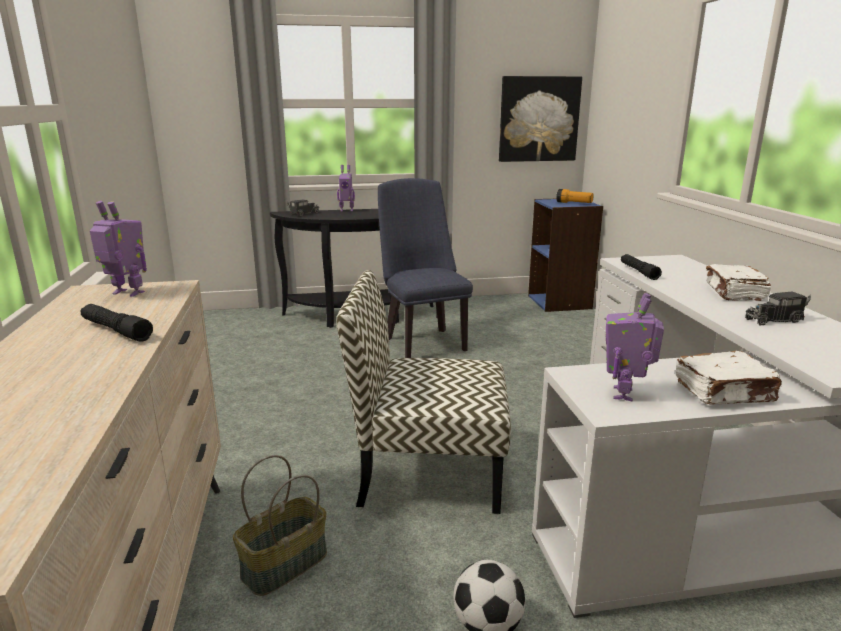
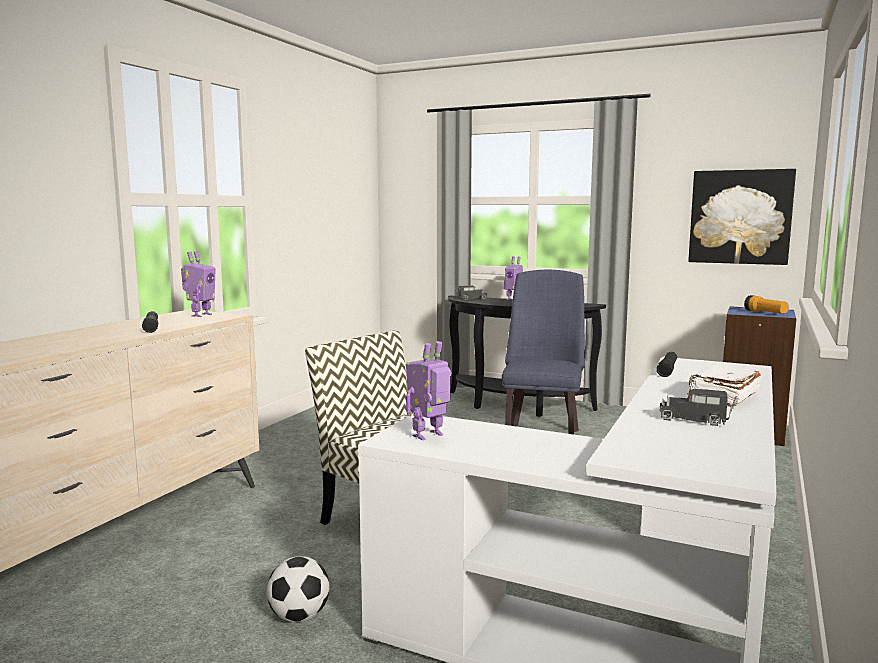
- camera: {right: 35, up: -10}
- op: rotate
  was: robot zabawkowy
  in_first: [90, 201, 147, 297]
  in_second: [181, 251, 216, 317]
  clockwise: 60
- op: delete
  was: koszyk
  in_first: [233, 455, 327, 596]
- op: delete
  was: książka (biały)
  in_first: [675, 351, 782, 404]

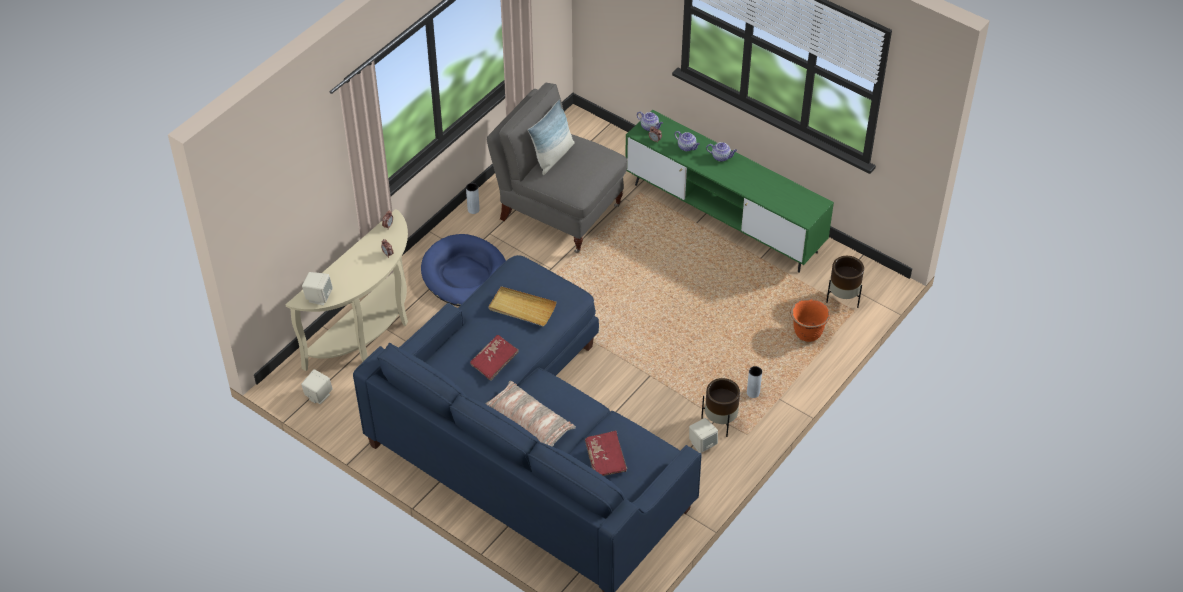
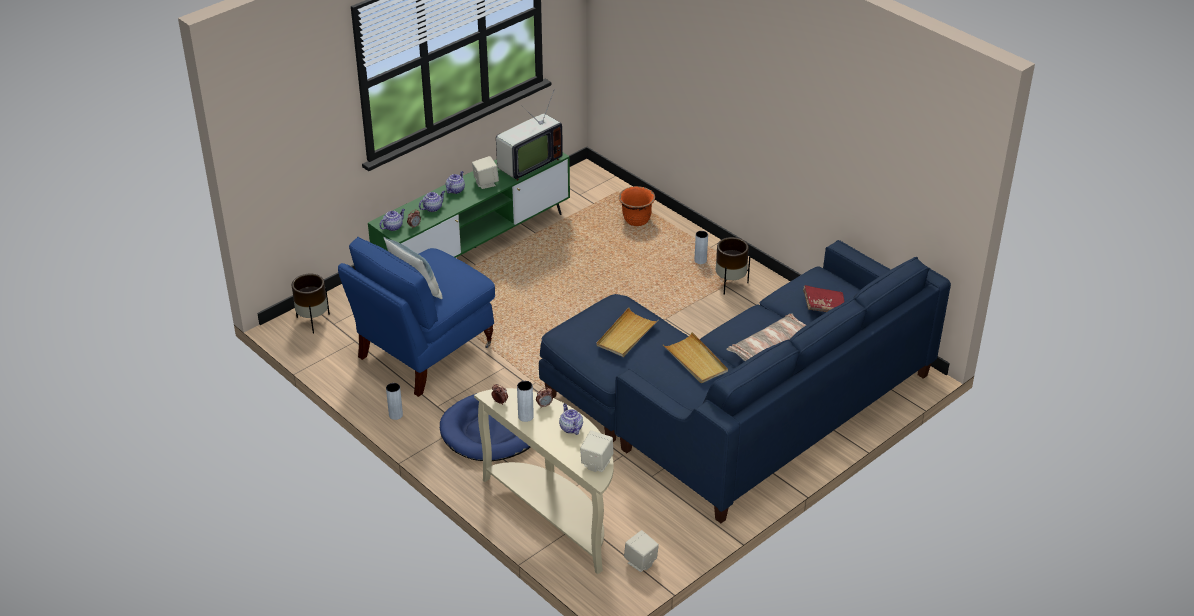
- camera: {right: -80, up: -10}
- op: move
  was: donica (brązowy)
  in_first: [826, 256, 864, 308]
  in_second: [292, 274, 330, 334]
- op: recolor
  was: fotel (szary)
  now: fotel (niebieski)
  in_first: [487, 83, 627, 253]
  in_second: [338, 237, 495, 397]
- op: move
  was: głośnik (beżowy)
  in_first: [689, 418, 718, 453]
  in_second: [472, 156, 499, 189]
- op: insert
  now: telewizor
  in_second: [496, 89, 563, 181]
- op: insert
  now: wazon (szary)
  in_second: [517, 381, 534, 422]
- op: insert
  now: imbryk
  in_second: [559, 403, 583, 435]
- op: replace
  was: książka (czerwony)
  now: taca (beżowy)
  in_first: [470, 335, 519, 381]
  in_second: [662, 332, 728, 383]

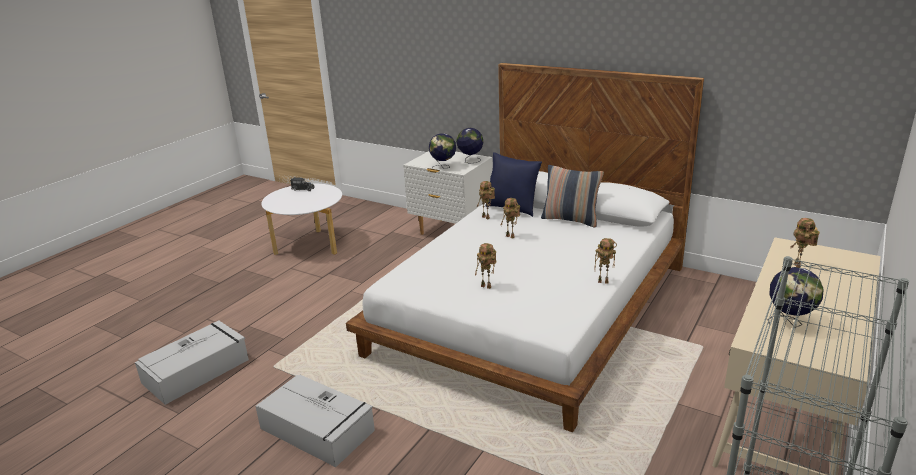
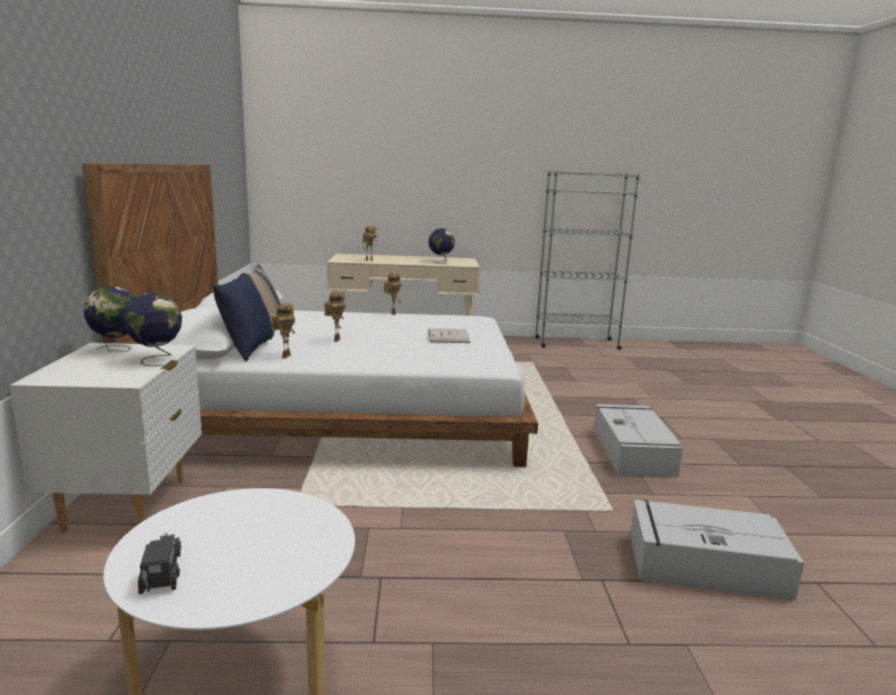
- camera: {right: -125, up: -10}
- op: replace
  was: robot zabawkowy
  now: książka (biały)
  in_first: [475, 243, 496, 289]
  in_second: [428, 328, 470, 343]

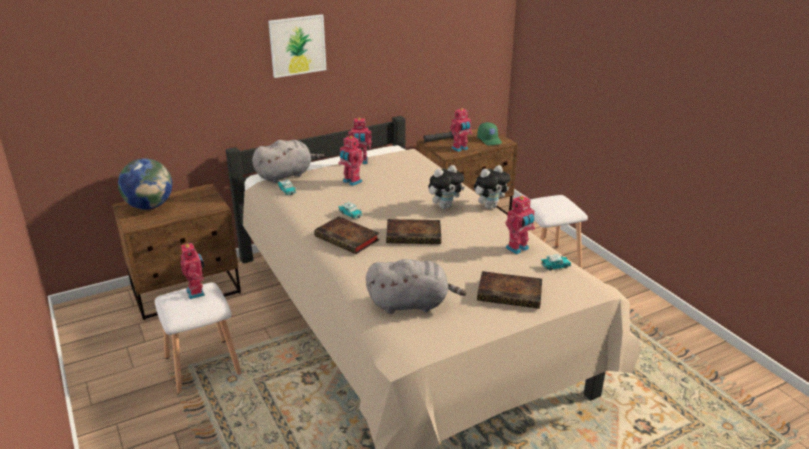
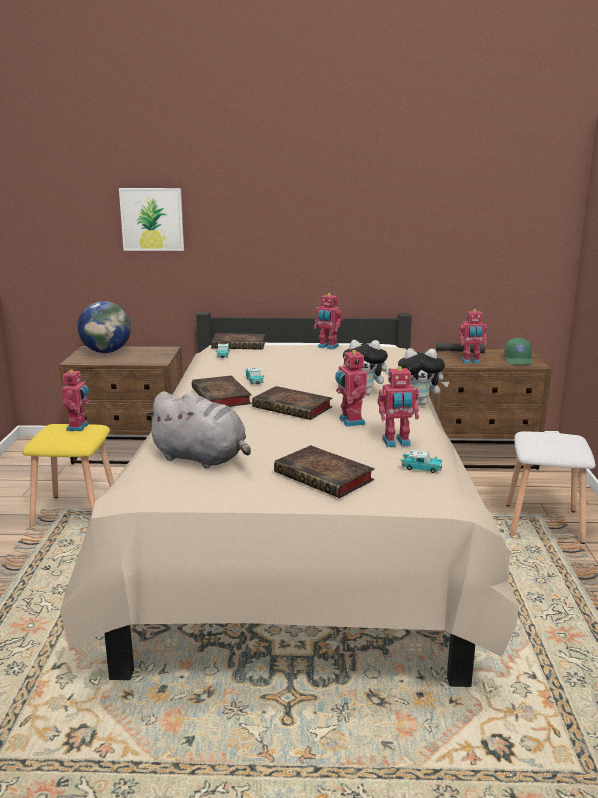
- camera: {right: 30, up: -10}
- op: recolor
  was: stołek (biały)
  now: stołek (żółty)
  in_first: [154, 283, 242, 395]
  in_second: [22, 424, 114, 528]
- op: move
  was: obraz
  in_first: [268, 14, 327, 78]
  in_second: [119, 188, 184, 251]
- op: replace
  was: pluszak (szary)
  now: książka
  in_first: [252, 140, 324, 183]
  in_second: [211, 333, 265, 350]
- op: move
  was: robot zabawkowy
  in_first: [338, 135, 363, 186]
  in_second: [335, 349, 367, 426]

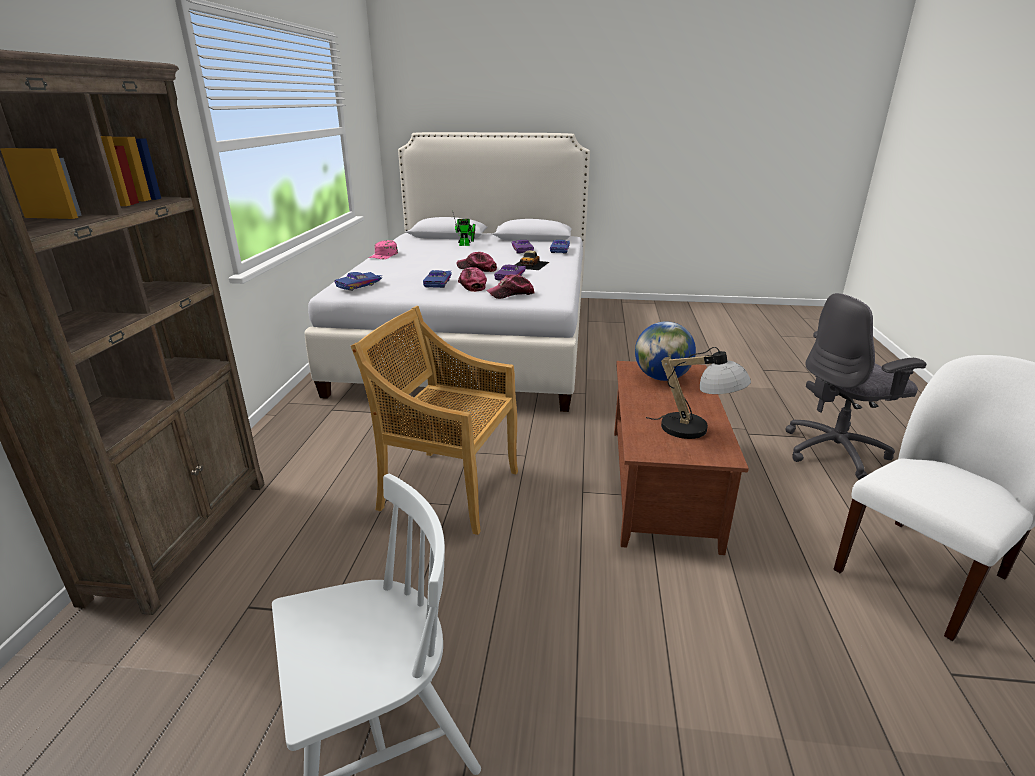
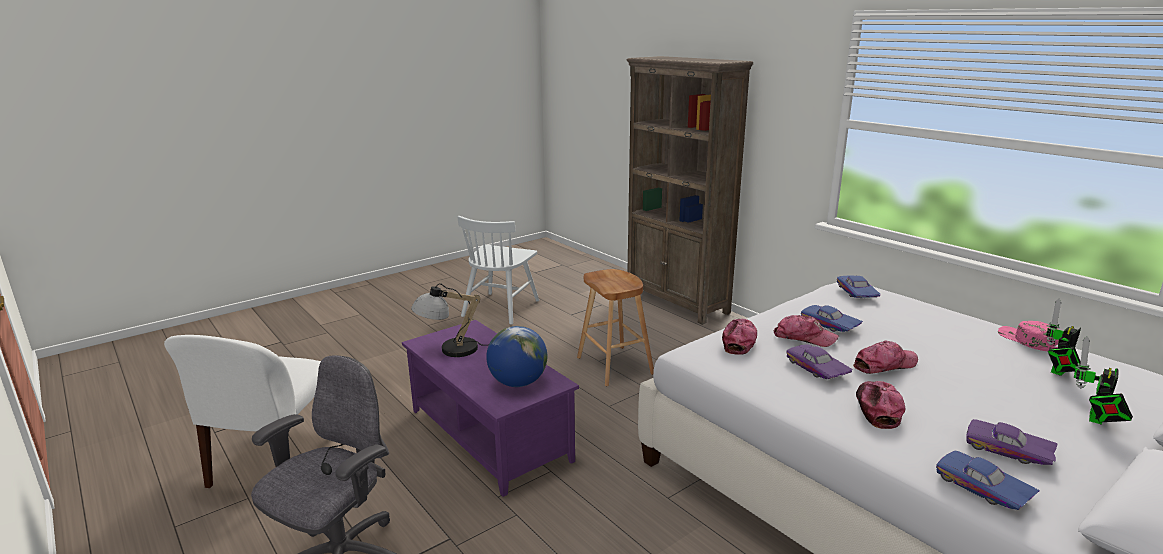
- camera: {right: 135, up: -5}
- op: recolor
  was: ława (brązowy)
  now: ława (fioletowy)
  in_first: [614, 361, 749, 555]
  in_second: [402, 320, 579, 497]
- op: replace
  was: krzesło (beżowy)
  now: stołek (brązowy)
  in_first: [351, 306, 518, 535]
  in_second: [577, 269, 654, 386]
- op: replace
  was: samochodzik
  now: czapka z daszkiem
  in_first: [515, 250, 549, 270]
  in_second: [856, 381, 905, 429]
- op: insert
  now: robot zabawkowy
  in_second: [1046, 299, 1081, 376]

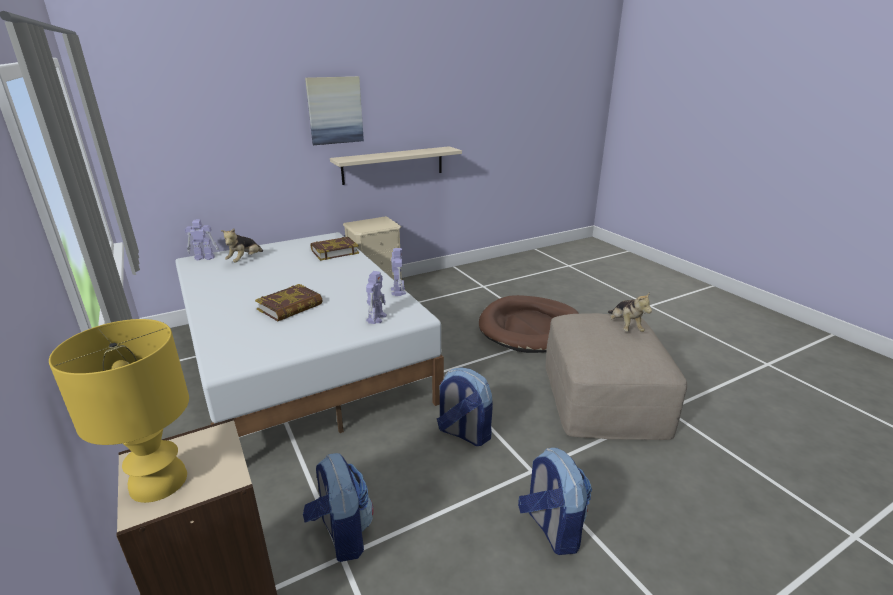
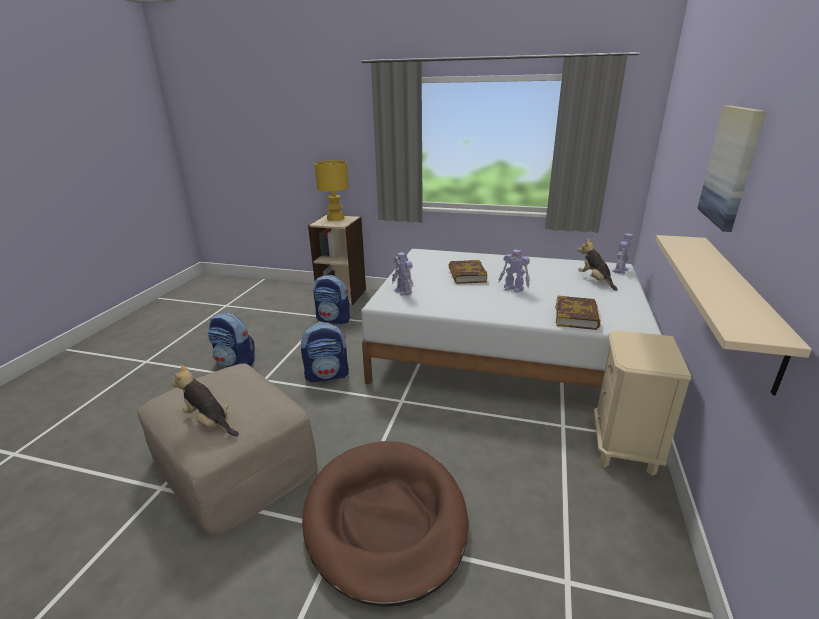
- camera: {right: 135, up: 0}
- op: move
  was: robot zabawkowy
  in_first: [391, 248, 406, 296]
  in_second: [499, 250, 530, 293]

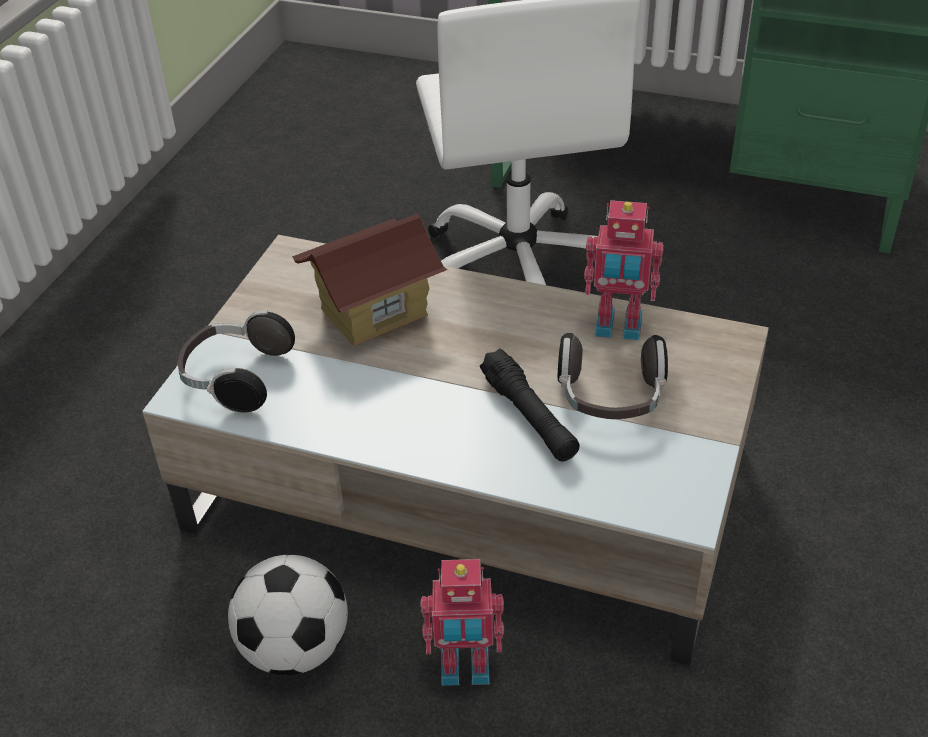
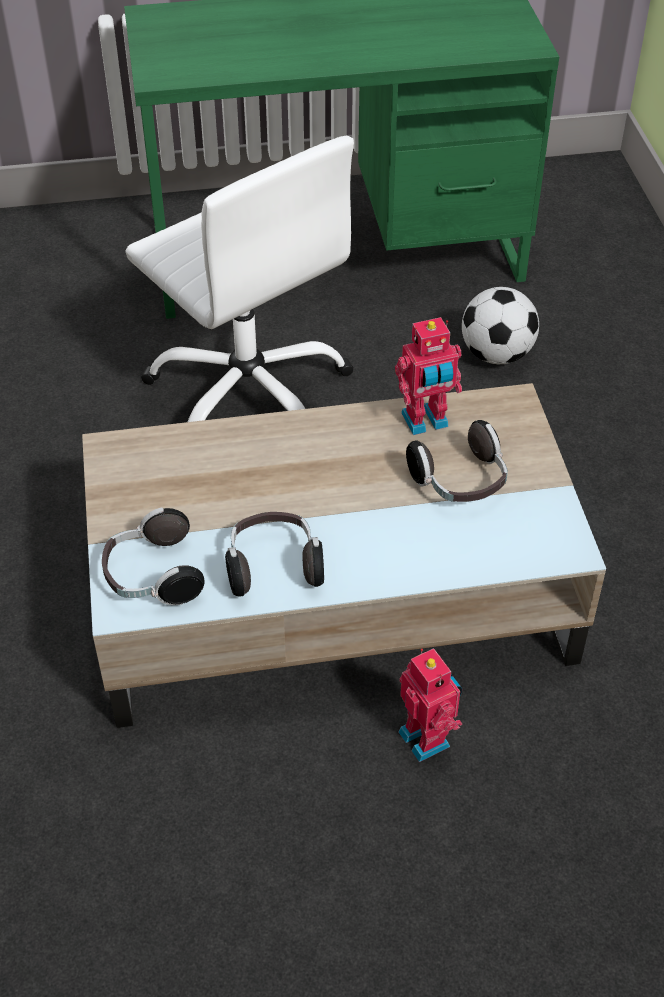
- camera: {right: -30, up: 5}
- op: insert
  now: słuchawki
  in_second: [225, 512, 324, 597]
- op: rotate
  was: robot zabawkowy
  in_first: [421, 559, 504, 686]
  in_second: [399, 648, 462, 762]
  clockwise: -90
- op: move
  was: piłka futbolowa
  in_first: [228, 554, 348, 675]
  in_second: [462, 287, 539, 364]
- op: delete
  was: domek
  in_first: [292, 214, 447, 346]
- op: delete
  was: latarka (czarny)
  in_first: [480, 348, 580, 462]

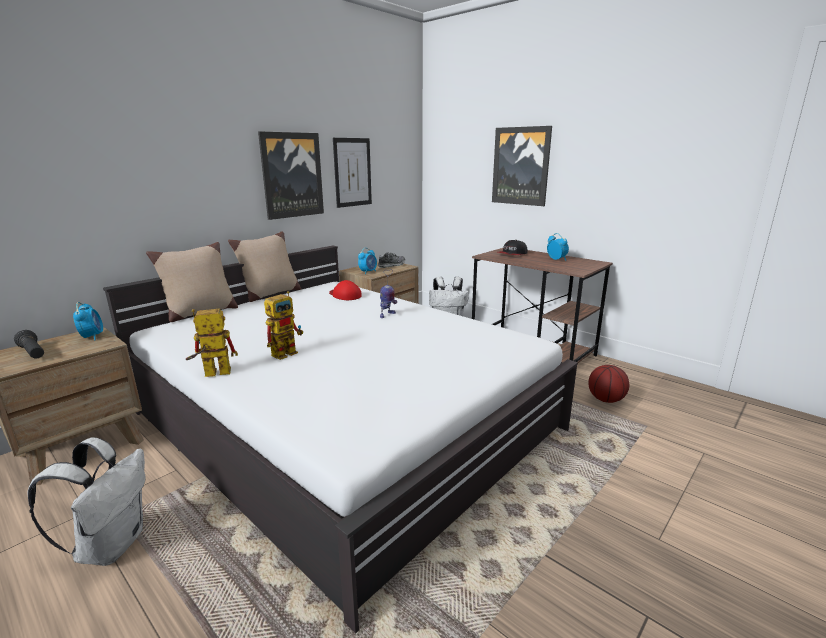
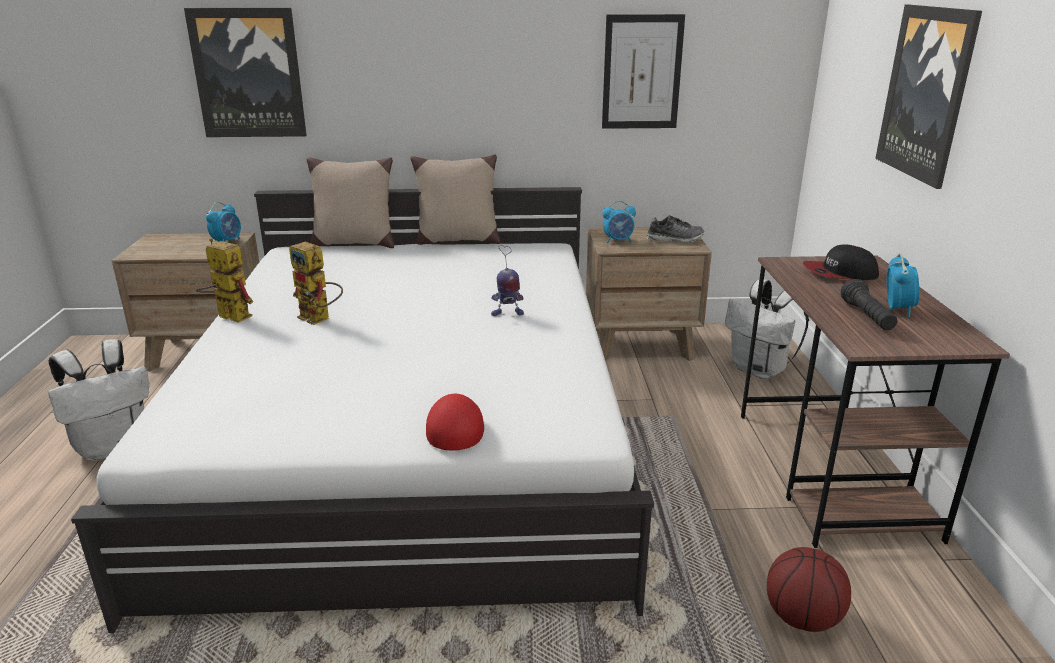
- camera: {right: 45, up: 5}
- op: move
  was: obraz
  in_first: [258, 131, 324, 220]
  in_second: [184, 8, 307, 137]
- op: rotate
  was: robot zabawkowy
  in_first: [264, 291, 303, 360]
  in_second: [289, 242, 343, 325]
  clockwise: 45
- op: move
  was: czapka z daszkiem (czerwony)
  in_first: [329, 280, 362, 300]
  in_second: [426, 394, 484, 450]
- op: move
  was: latarka (czarny)
  in_first: [14, 330, 44, 358]
  in_second: [841, 279, 897, 330]

